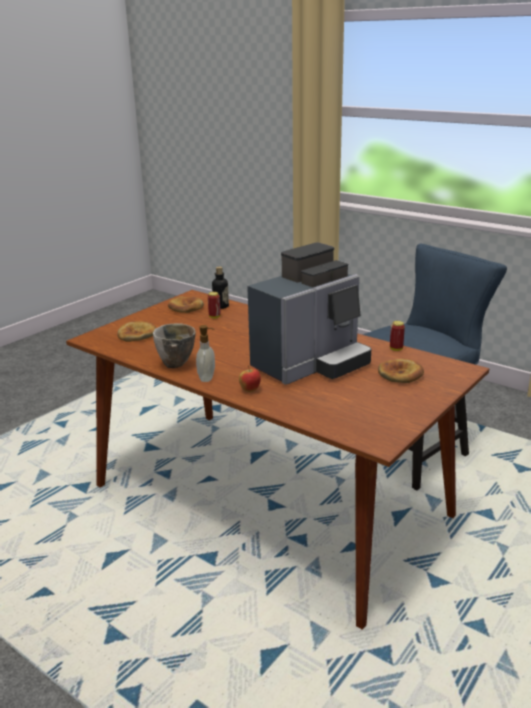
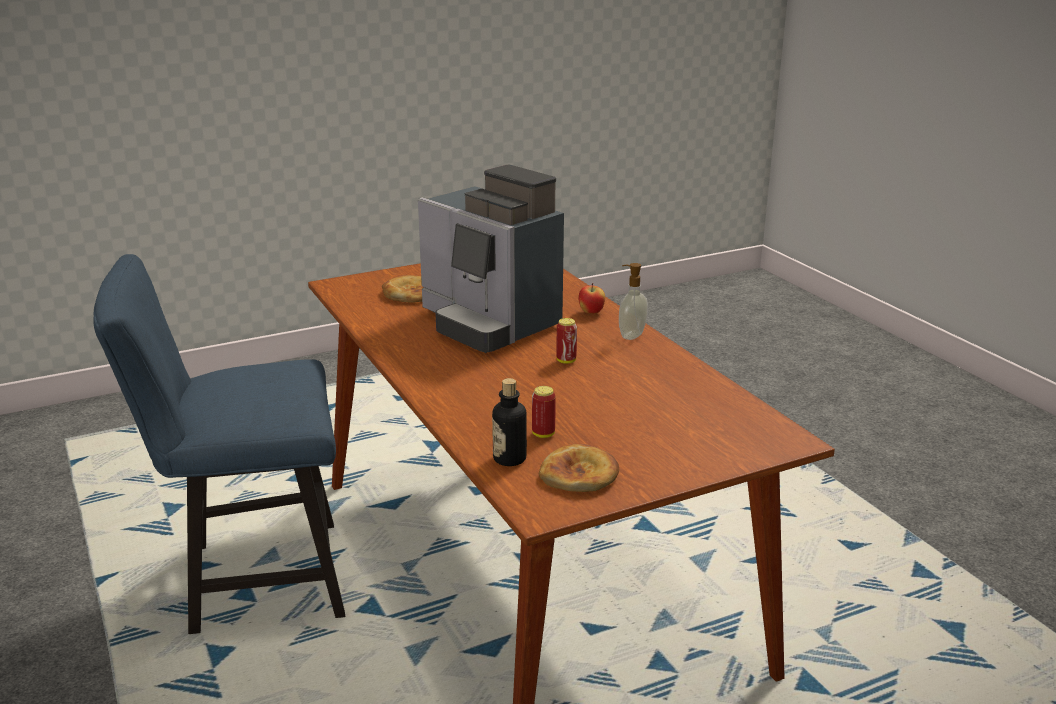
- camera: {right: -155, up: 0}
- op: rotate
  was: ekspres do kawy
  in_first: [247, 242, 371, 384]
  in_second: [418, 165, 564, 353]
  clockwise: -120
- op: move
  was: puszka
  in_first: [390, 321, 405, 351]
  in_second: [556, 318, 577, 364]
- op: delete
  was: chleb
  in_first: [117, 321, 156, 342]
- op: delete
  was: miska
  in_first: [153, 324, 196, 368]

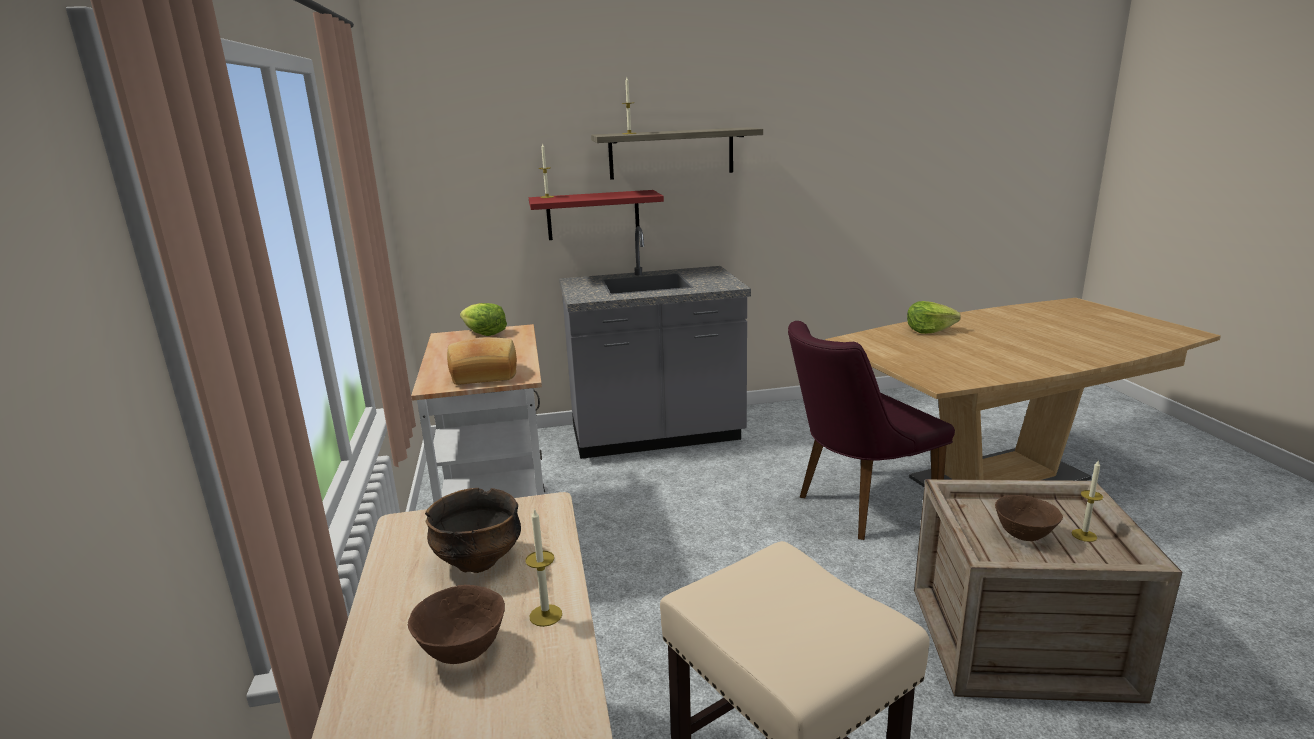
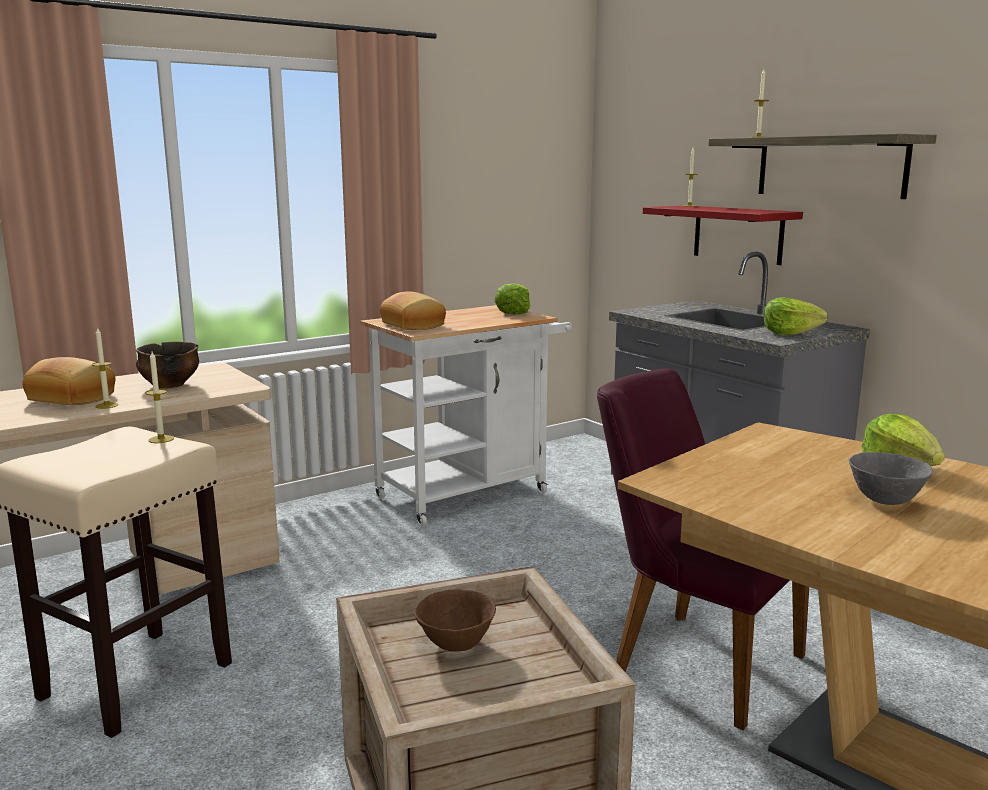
- camera: {right: 65, up: -5}
- op: replace
  was: miska (brązowy)
  now: chleb
  in_first: [408, 585, 505, 664]
  in_second: [23, 357, 115, 405]
- op: move
  was: świeca
  in_first: [1072, 460, 1103, 542]
  in_second: [145, 352, 174, 443]
- op: insert
  now: sałata
  in_second: [764, 297, 828, 335]
- op: insert
  now: miska (szary)
  in_second: [848, 452, 933, 505]

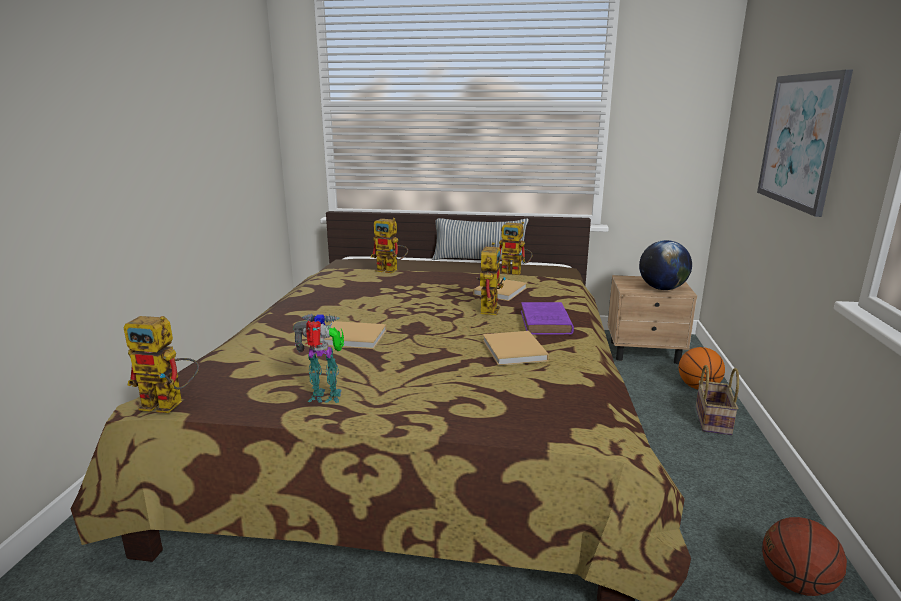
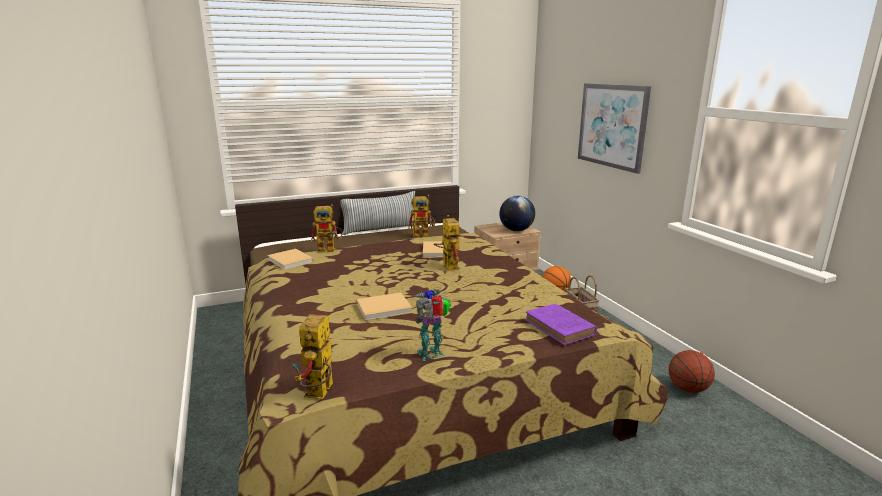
- camera: {right: -30, up: 0}
- op: move
  was: książka (beżowy)
  in_first: [483, 331, 549, 366]
  in_second: [267, 249, 314, 270]
- op: rotate
  was: robot zabawkowy
  in_first: [123, 316, 199, 413]
  in_second: [293, 314, 333, 399]
  clockwise: 120
- op: move
  was: książka (fioletowy)
  in_first: [521, 302, 574, 334]
  in_second: [525, 303, 597, 345]

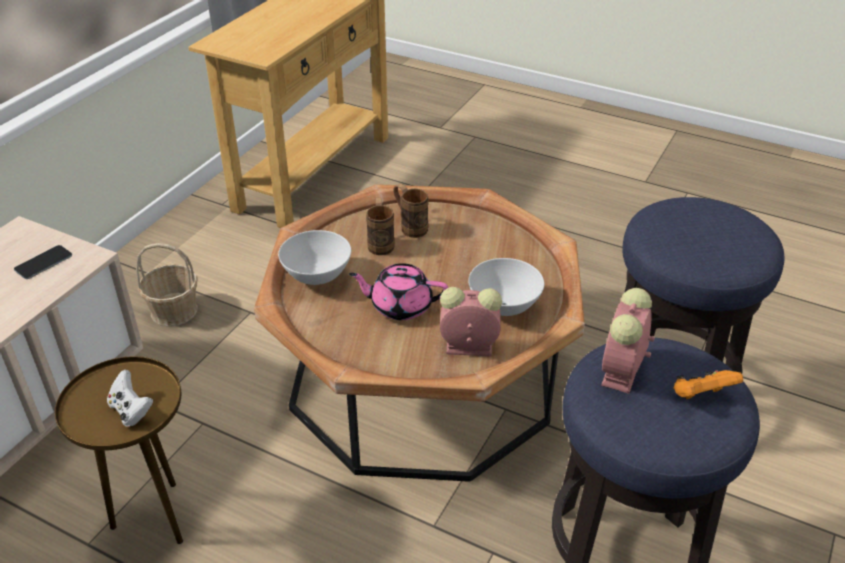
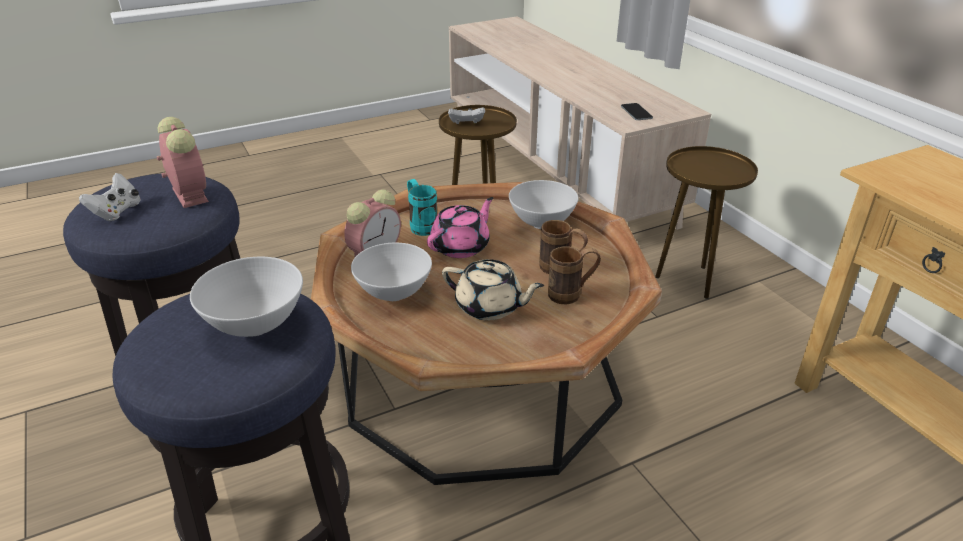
- camera: {right: 125, up: -5}
- op: recolor
  was: pad do gier (pomarańczowy)
  now: pad do gier (biały)
  in_first: [673, 370, 743, 399]
  in_second: [79, 173, 141, 221]
- op: insert
  now: miska (biały)
  in_second: [190, 257, 303, 337]
- op: insert
  now: kubek (turkusowy)
  in_second: [407, 179, 437, 236]
- op: insert
  now: imbryk (beżowy)
  in_second: [442, 259, 544, 320]
- op: replace
  was: koszyk
  now: stolik (brązowy)
  in_first: [136, 243, 198, 327]
  in_second: [655, 146, 758, 299]

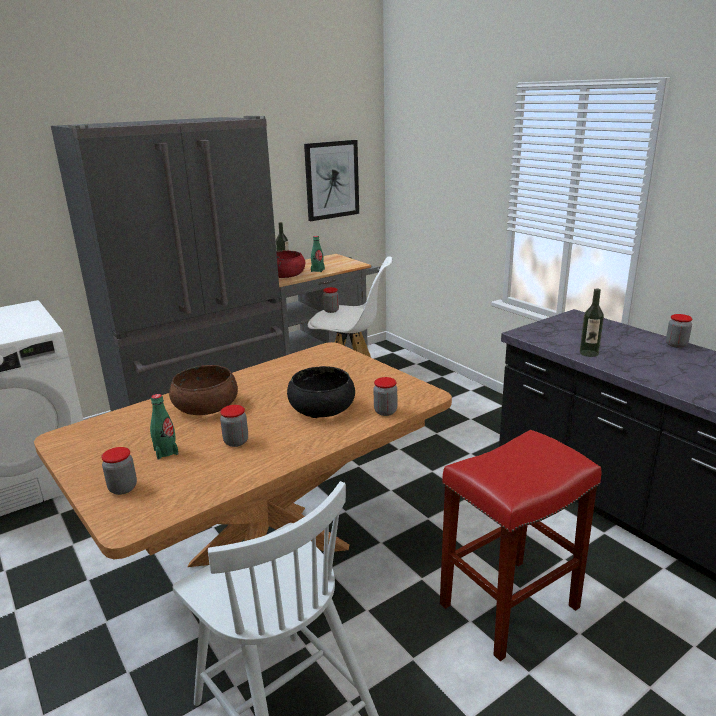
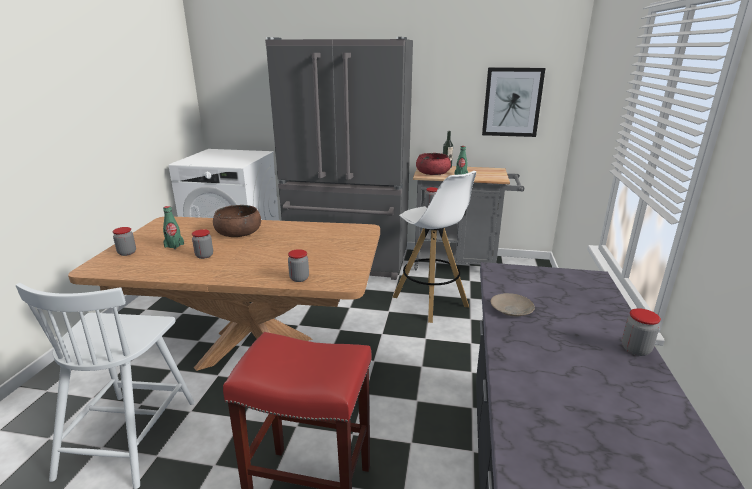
- camera: {right: 45, up: 0}
- op: replace
  was: butelka
  now: talerz (beżowy)
  in_first: [580, 289, 604, 357]
  in_second: [491, 293, 535, 316]
- op: delete
  was: miska (czarny)
  in_first: [287, 366, 355, 418]

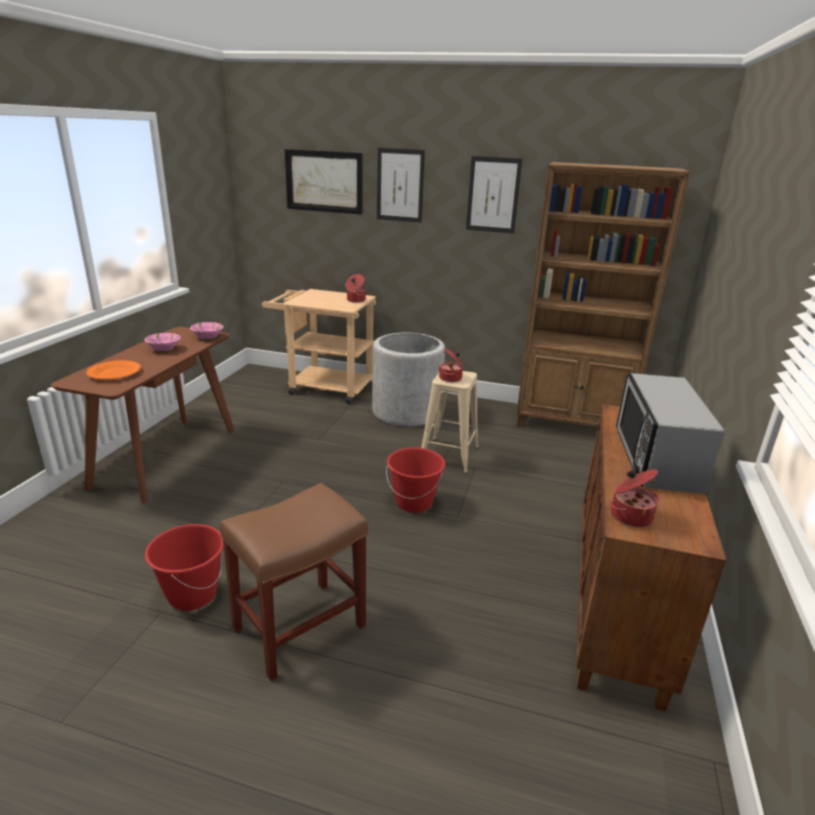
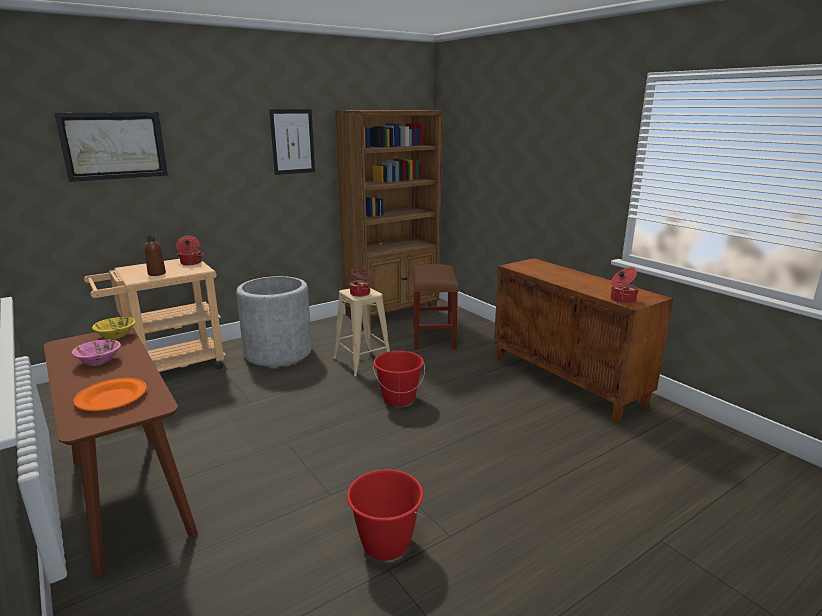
- camera: {right: -50, up: -5}
- op: recolor
  was: miska (różowy)
  now: miska (żółty)
  in_first: [190, 322, 224, 340]
  in_second: [92, 317, 136, 340]
- op: insert
  now: butelka (brązowy)
  in_second: [144, 235, 166, 276]
- op: move
  was: stołek (brązowy)
  in_first: [220, 483, 368, 681]
  in_second: [413, 264, 459, 350]
- op: delete
  was: obraz
  in_first: [377, 148, 425, 223]
- op: delete
  was: mikrofalówka
  in_first: [616, 373, 725, 494]

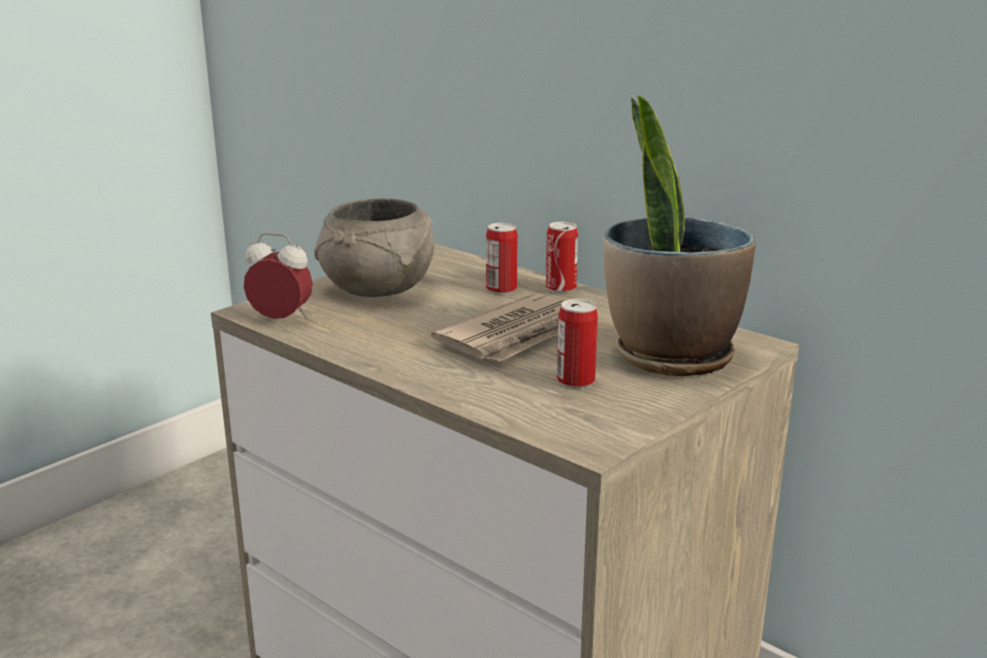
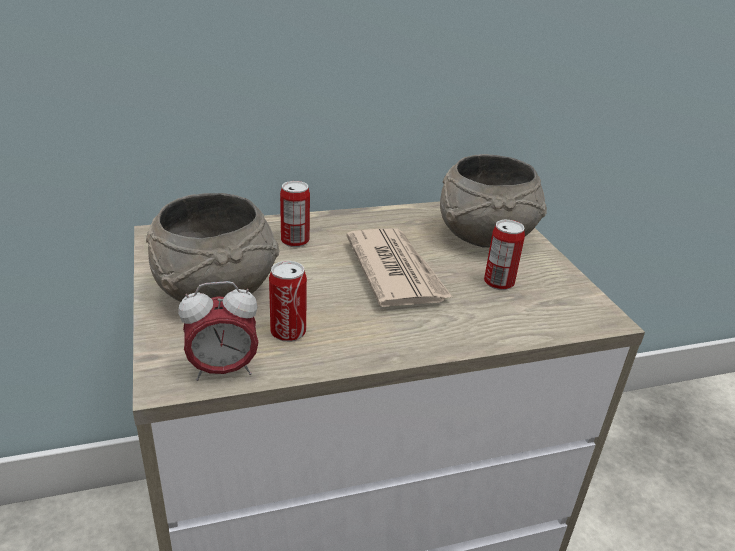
- camera: {right: -60, up: 10}
- op: rotate
  was: budzik
  in_first: [244, 233, 313, 319]
  in_second: [178, 281, 258, 381]
  clockwise: -150
- op: move
  was: puszka
  in_first: [546, 222, 578, 293]
  in_second: [269, 261, 307, 342]
- op: replace
  was: roślina doniczkowa
  now: miska (szary)
  in_first: [604, 95, 756, 376]
  in_second: [440, 154, 547, 248]

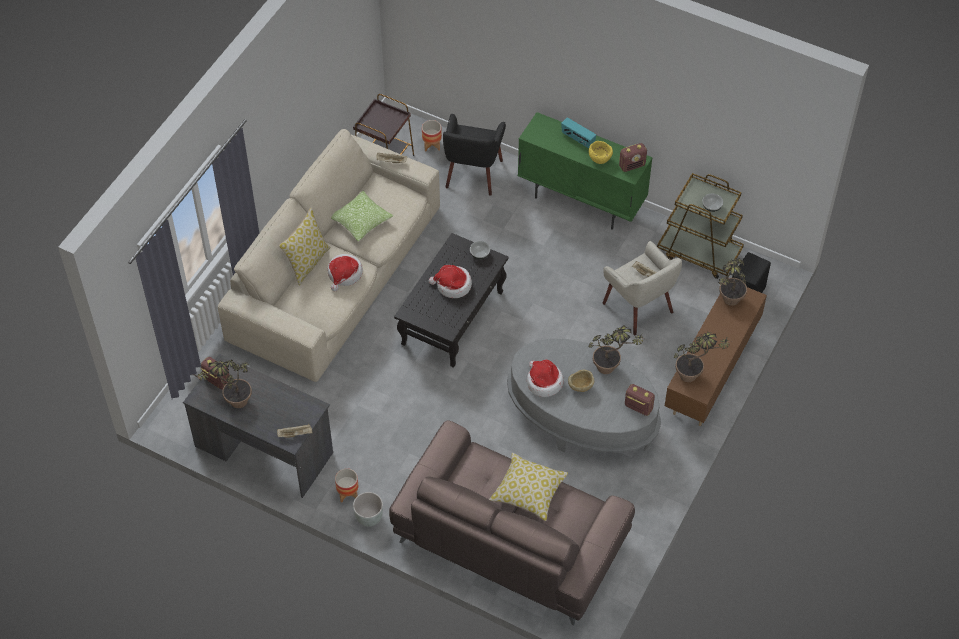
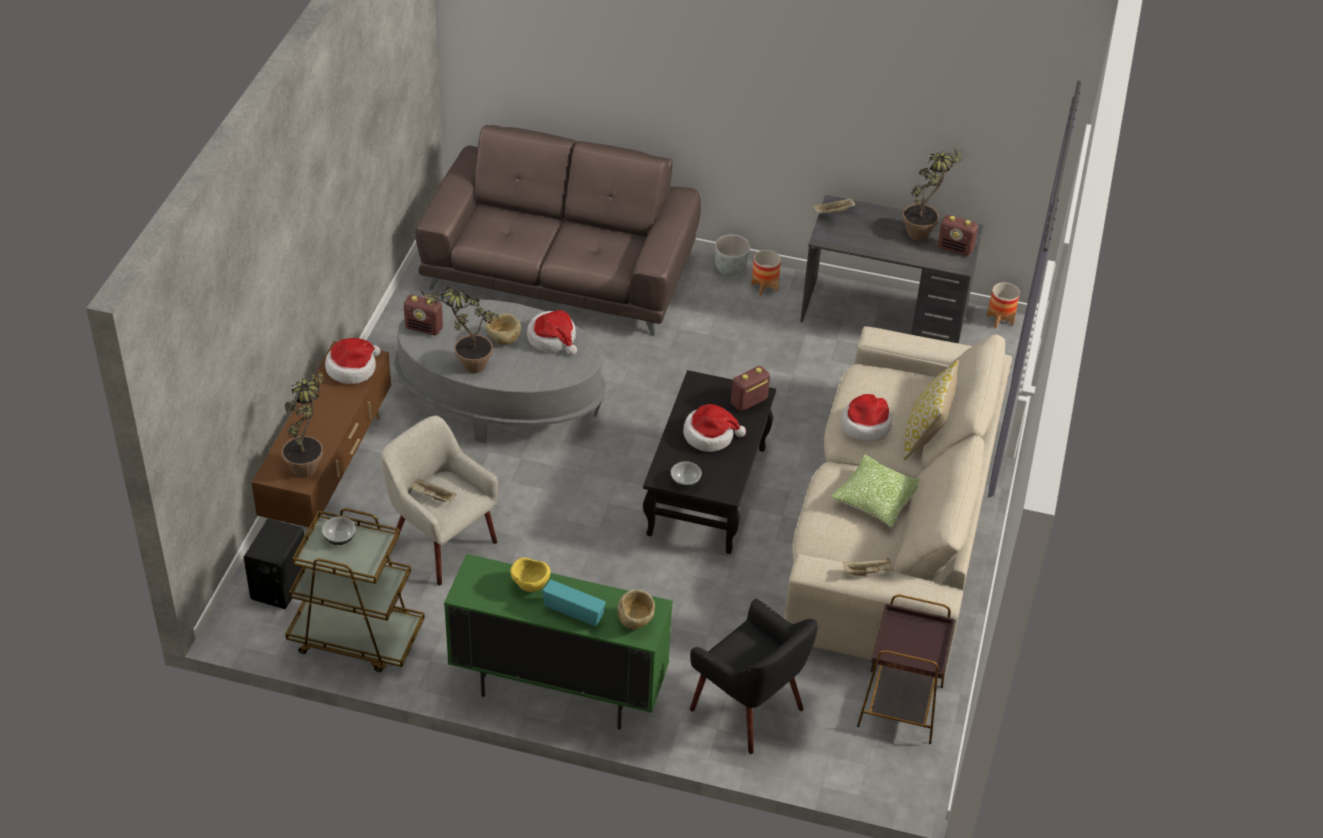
- camera: {right: 165, up: -10}
- op: replace
  was: roślina doniczkowa
  now: kapelusz
  in_first: [674, 331, 731, 382]
  in_second: [325, 338, 380, 384]
- op: insert
  now: miska (beżowy)
  in_second: [618, 590, 655, 629]
- op: rotate
  was: fotel (czarny)
  in_first: [443, 114, 506, 195]
  in_second: [690, 599, 818, 754]
  clockwise: 135
- op: move
  was: radio
  in_first: [619, 143, 647, 172]
  in_second: [731, 366, 770, 411]
- op: move
  was: donica
  in_first: [422, 120, 442, 151]
  in_second: [987, 283, 1020, 329]
- op: delete
  was: poduszka
  in_first: [489, 453, 568, 521]

